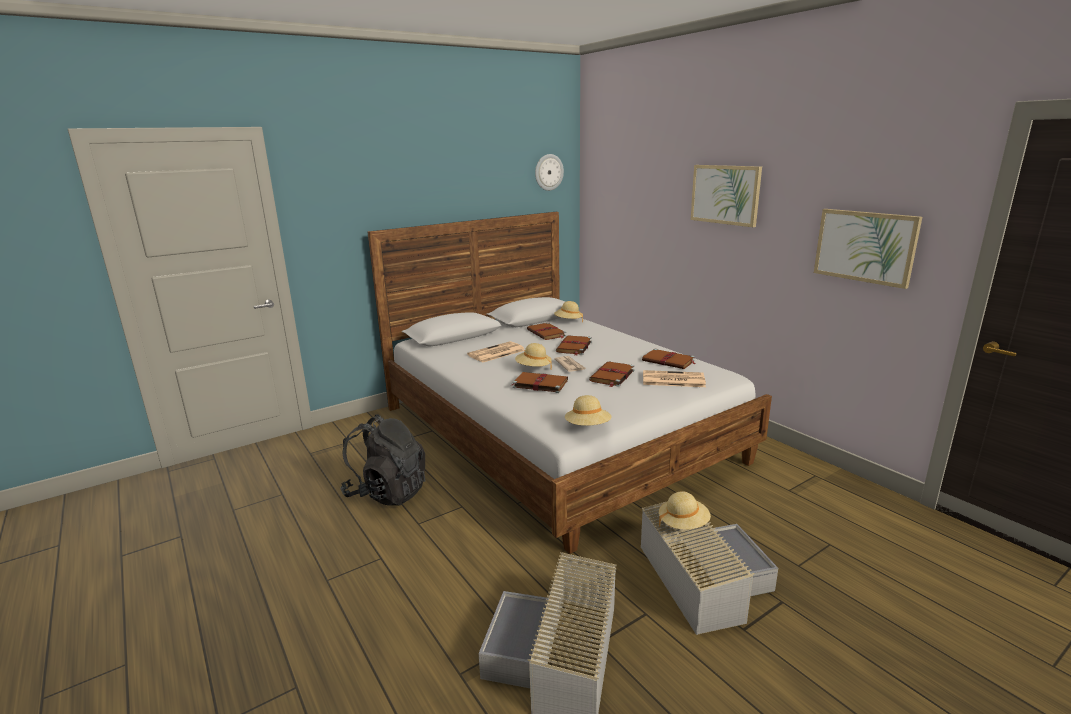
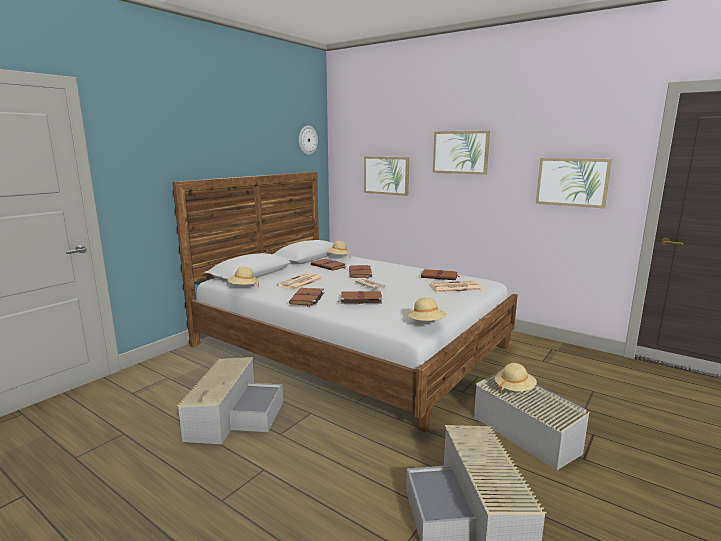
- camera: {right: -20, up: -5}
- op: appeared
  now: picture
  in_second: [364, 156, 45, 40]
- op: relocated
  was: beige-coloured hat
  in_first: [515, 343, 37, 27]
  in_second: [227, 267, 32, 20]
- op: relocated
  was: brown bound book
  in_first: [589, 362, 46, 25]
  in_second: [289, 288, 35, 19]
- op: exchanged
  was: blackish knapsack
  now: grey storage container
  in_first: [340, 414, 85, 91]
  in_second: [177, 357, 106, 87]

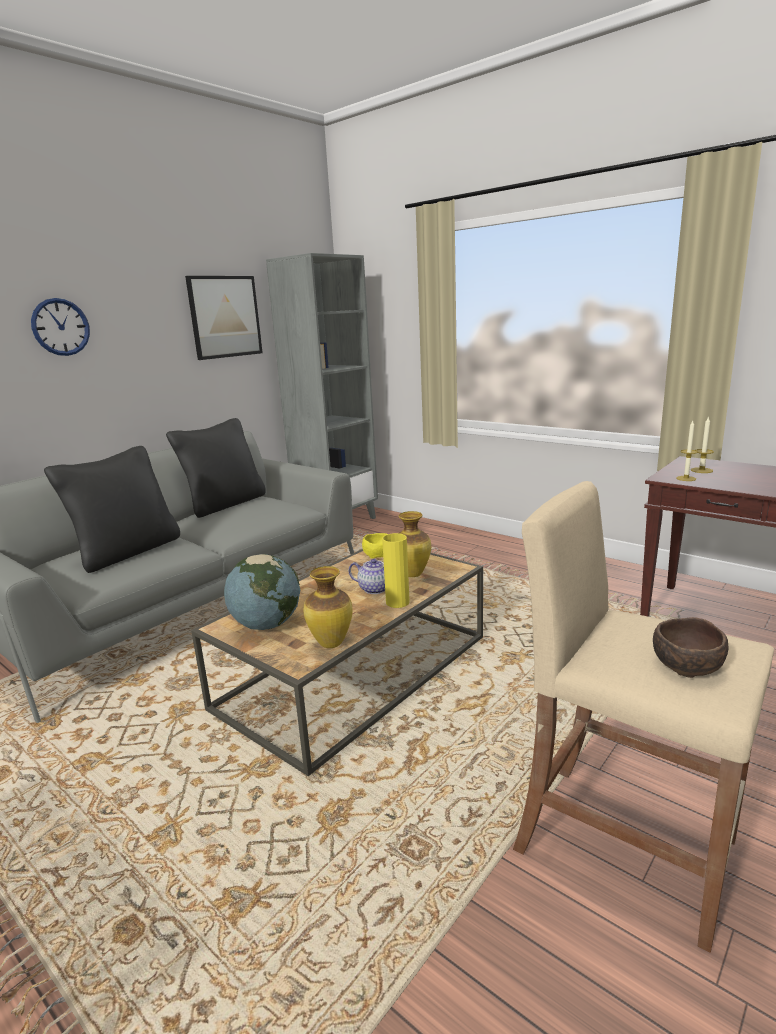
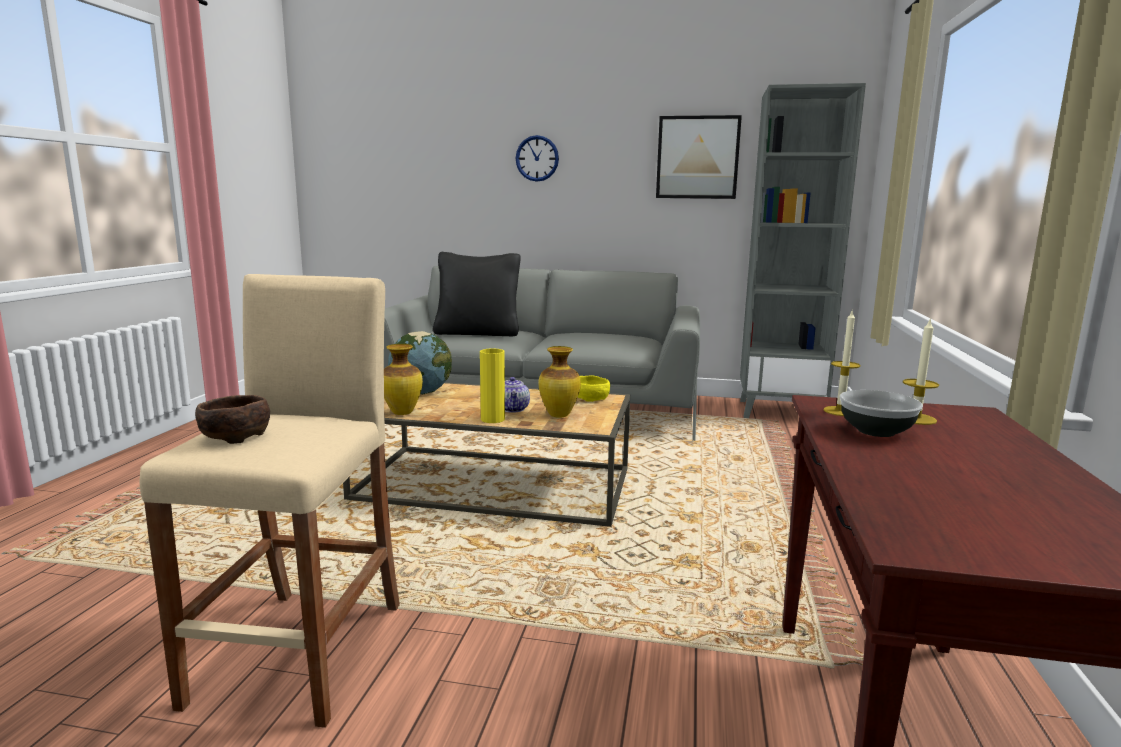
- camera: {right: 60, up: -5}
- op: missing
  was: blackish cushion
  in_first: [166, 418, 100, 100]
- op: appeared
  now: bowl
  in_second: [840, 390, 83, 47]

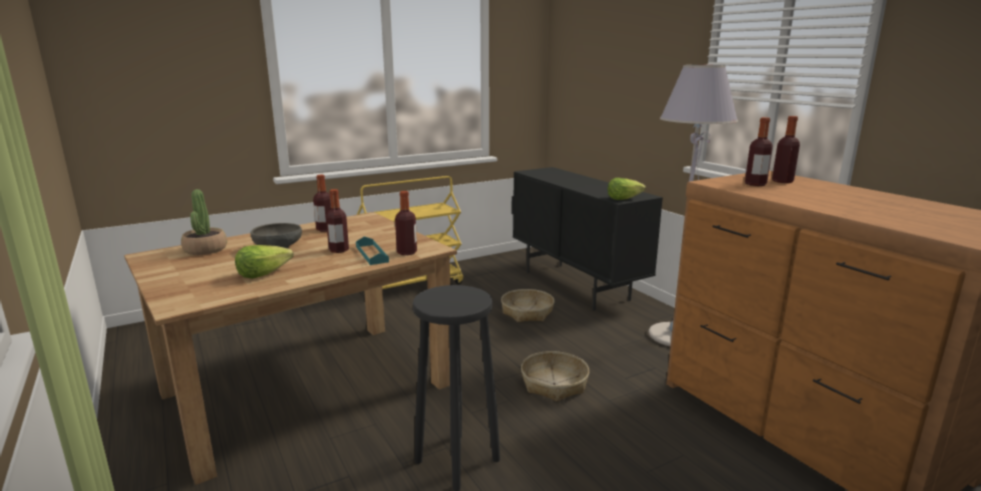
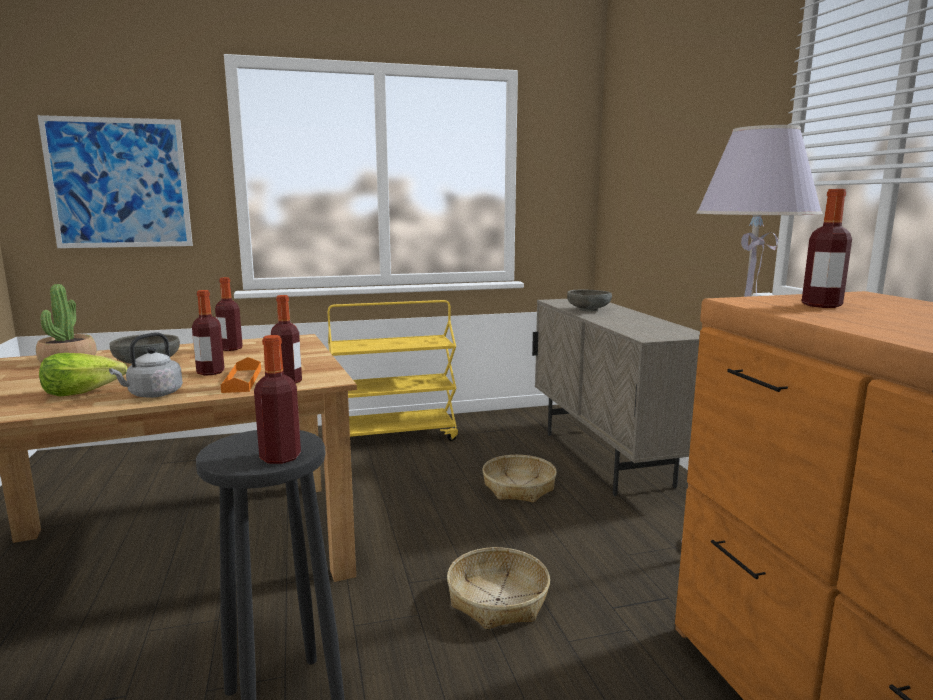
- camera: {right: 15, up: -5}
- op: missing
  was: lettuce head
  in_first: [608, 178, 38, 22]
- op: appeared
  now: picture
  in_second: [38, 115, 155, 133]
- op: appeared
  now: grey tea kettle
  in_second: [109, 332, 74, 66]
- op: appeared
  now: grey bowl
  in_second: [567, 290, 45, 22]
- op: relocated
  was: beverage bottle
  in_first: [772, 116, 28, 67]
  in_second: [254, 335, 47, 129]
- op: colour
  was: turquoise-coloured carrying tray
  now: orange-coloured carrying tray
  in_first: [356, 236, 33, 29]
  in_second: [221, 357, 40, 36]
- op: colour
  was: blackish cabinet
  now: beige-coloured cabinet
  in_first: [511, 167, 152, 144]
  in_second: [532, 299, 168, 197]

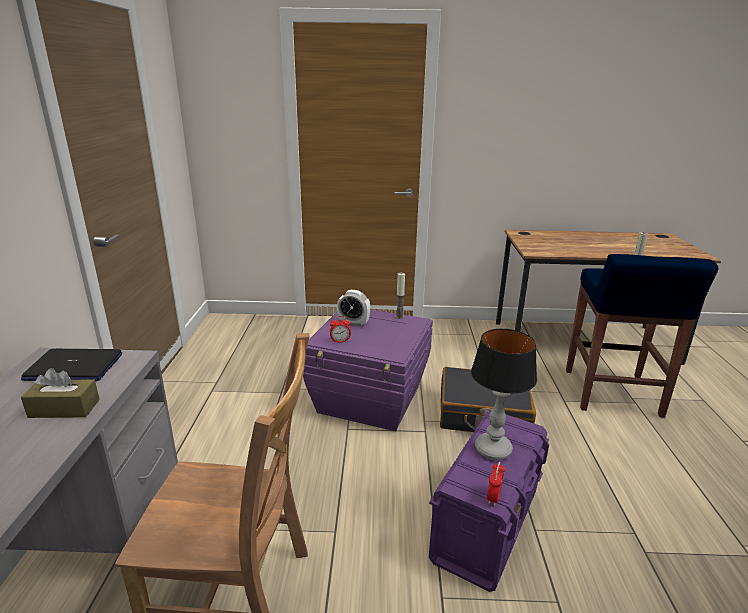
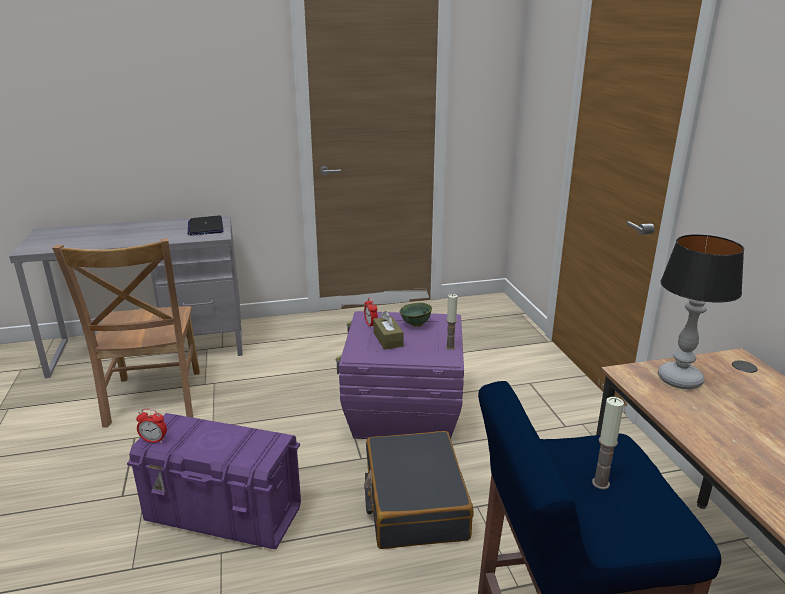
- camera: {right: 75, up: 0}
- op: relocated
  was: brown tissue holder
  in_first: [21, 368, 79, 50]
  in_second: [373, 311, 31, 39]
- op: relocated
  was: table lamp
  in_first: [471, 329, 66, 131]
  in_second: [658, 234, 87, 155]
- op: exchanged
  was: table clock
  now: green bowl
  in_first: [337, 290, 33, 37]
  in_second: [400, 303, 32, 24]

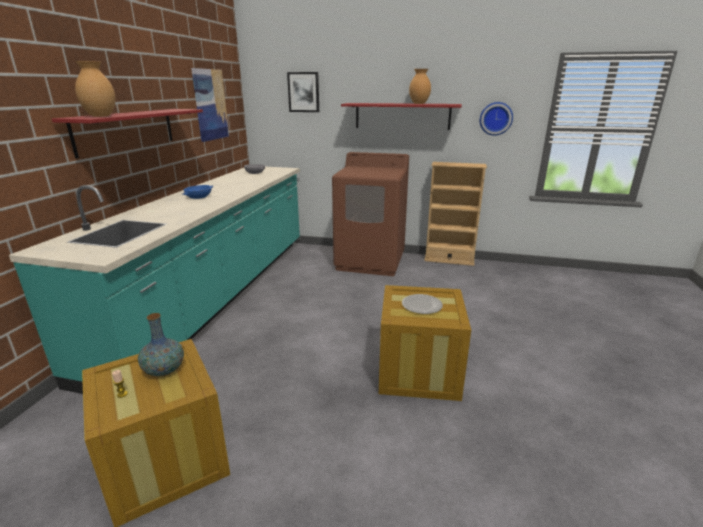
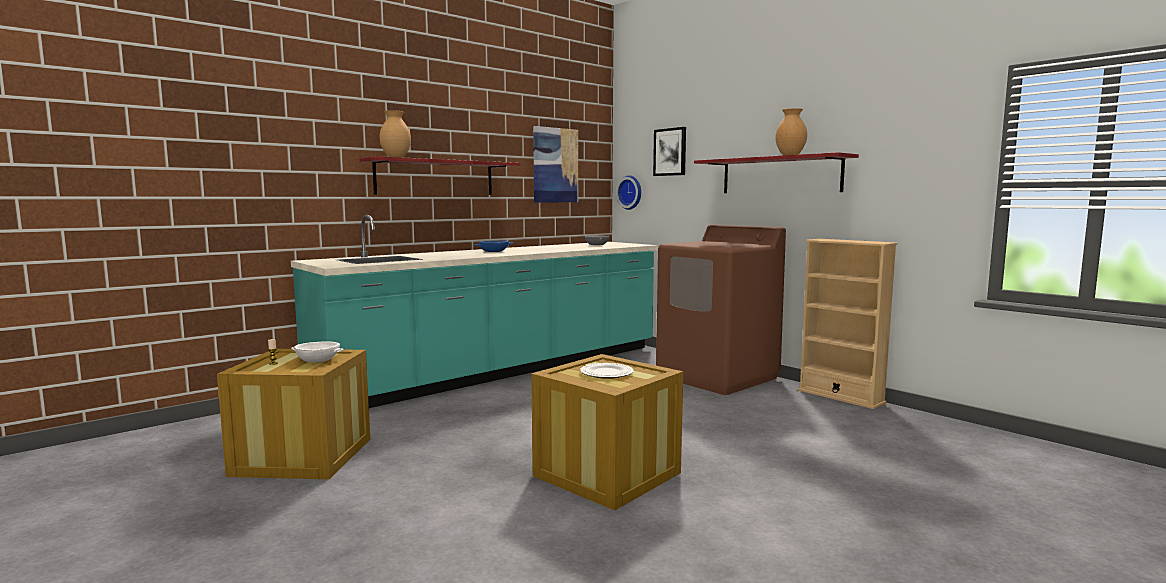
- camera: {right: 35, up: -15}
- op: relocated
  was: clock on the wall
  in_first: [480, 102, 33, 34]
  in_second: [616, 175, 25, 35]
- op: exchanged
  was: vase
  now: white-coloured bowl
  in_first: [138, 313, 46, 63]
  in_second: [291, 341, 53, 22]

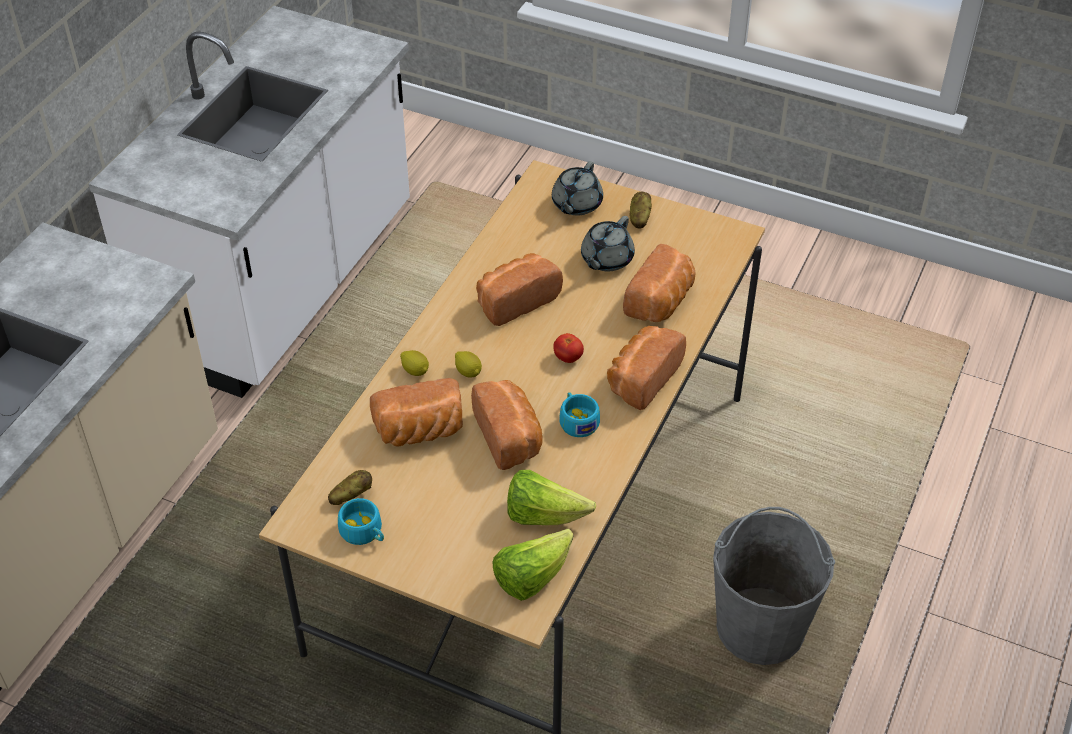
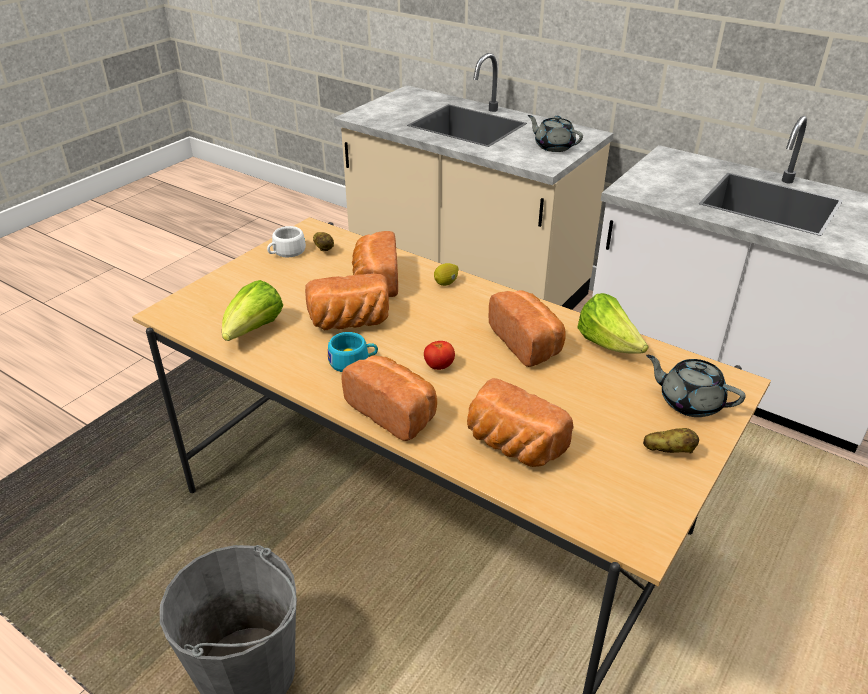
- camera: {right: 100, up: -10}
- op: missing
  was: whole lemon
  in_first: [455, 351, 27, 27]
- op: relocated
  was: lettuce head
  in_first: [492, 529, 81, 72]
  in_second: [577, 293, 72, 61]
- op: relocated
  was: grey teapot
  in_first: [581, 216, 54, 56]
  in_second: [528, 115, 55, 37]
- op: colour
  was: turquoise-coloured drinking cup
  now: white-coloured drinking cup
  in_first: [338, 498, 46, 47]
  in_second: [267, 226, 39, 31]

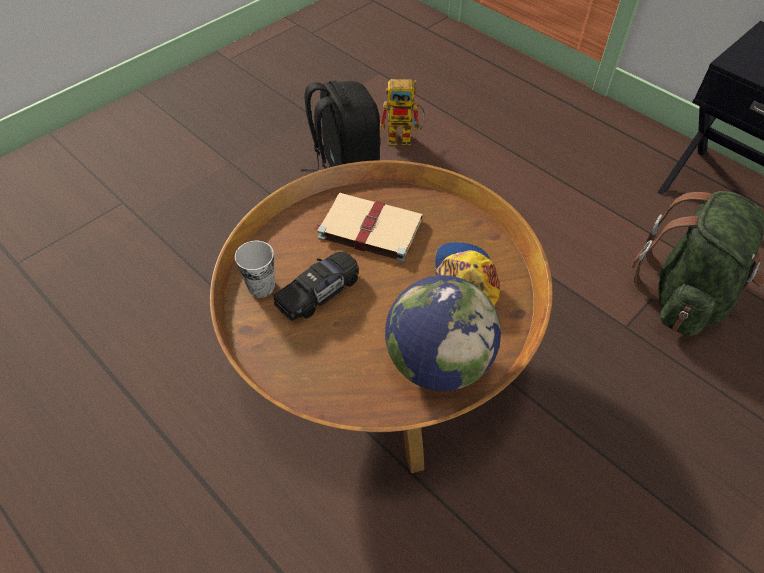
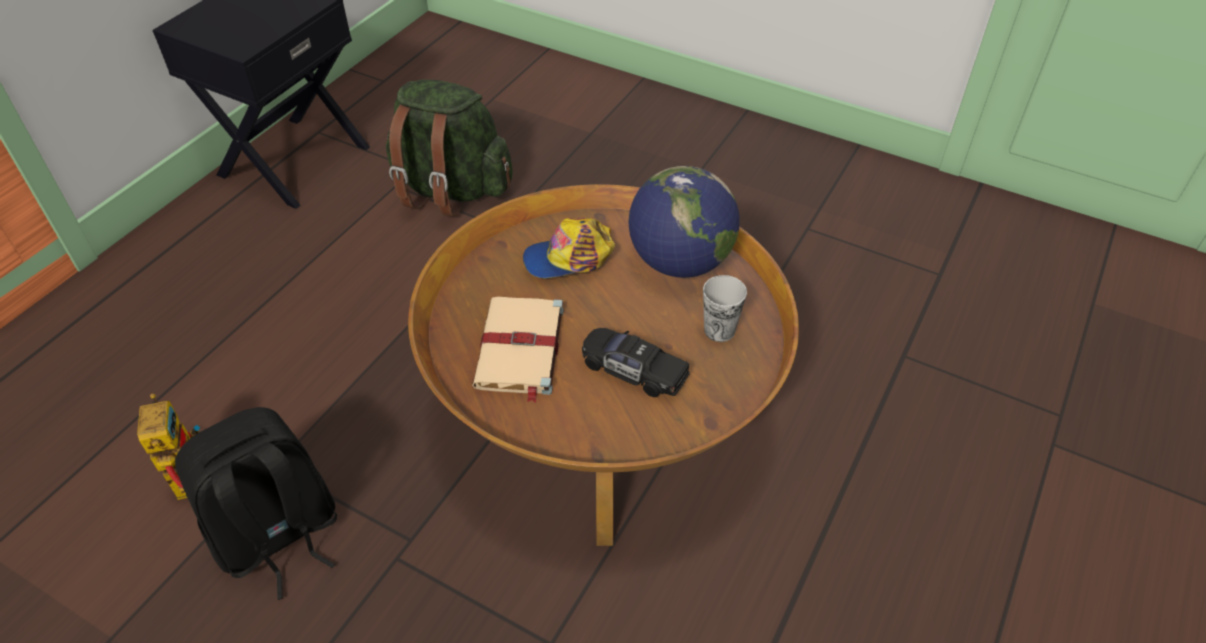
- camera: {right: -105, up: -5}
- op: relocated
  was: drinking cup
  in_first: [235, 241, 40, 57]
  in_second: [703, 275, 44, 67]

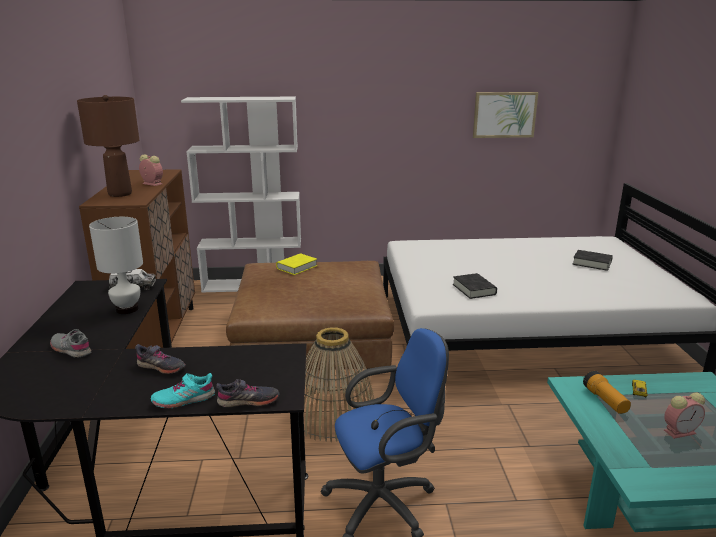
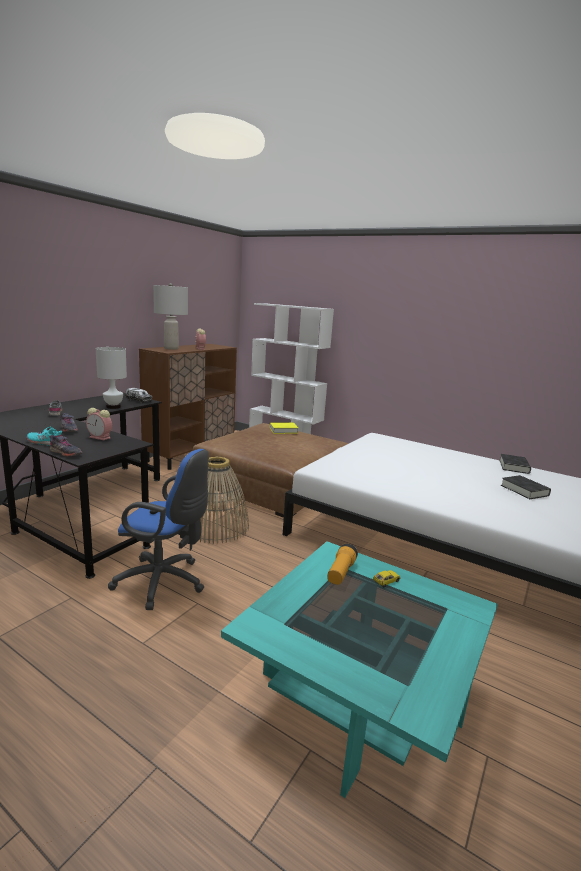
- camera: {right: 35, up: -5}
- op: missing
  was: picture
  in_first: [473, 92, 65, 46]
- op: relocated
  was: blackish bound book
  in_first: [453, 273, 44, 26]
  in_second: [499, 454, 32, 20]
- op: relocated
  was: table clock
  in_first: [664, 393, 41, 46]
  in_second: [86, 408, 26, 32]
- op: colour
  was: brown table lamp
  now: grey table lamp
  in_first: [77, 95, 62, 102]
  in_second: [153, 283, 35, 67]

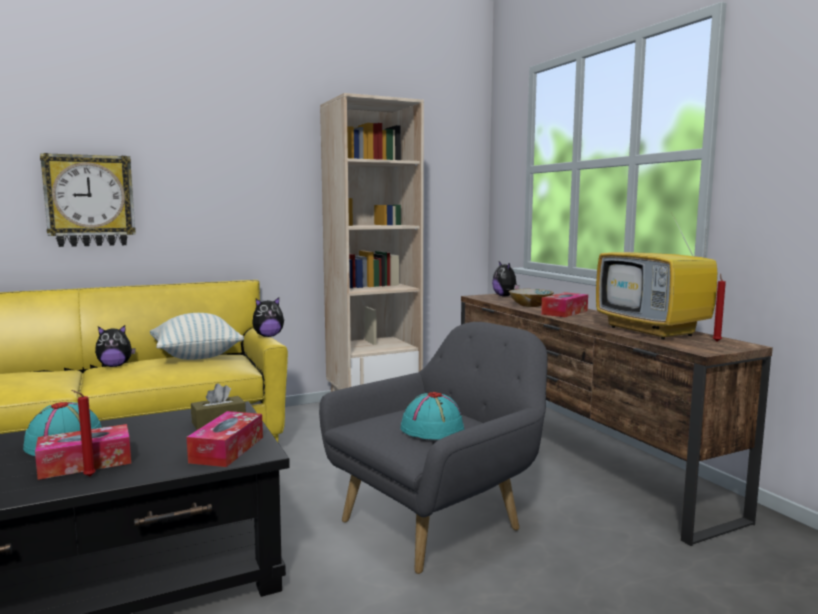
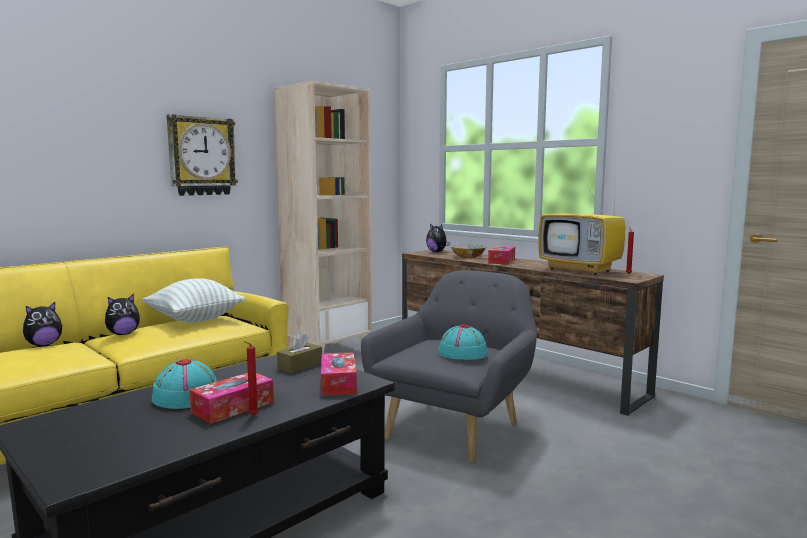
- camera: {right: -20, up: 0}
- op: relocated
  was: clock on the wall
  in_first: [40, 153, 96, 94]
  in_second: [167, 114, 71, 82]
- op: relocated
  was: soft toy
  in_first: [252, 297, 32, 40]
  in_second: [23, 302, 40, 44]

